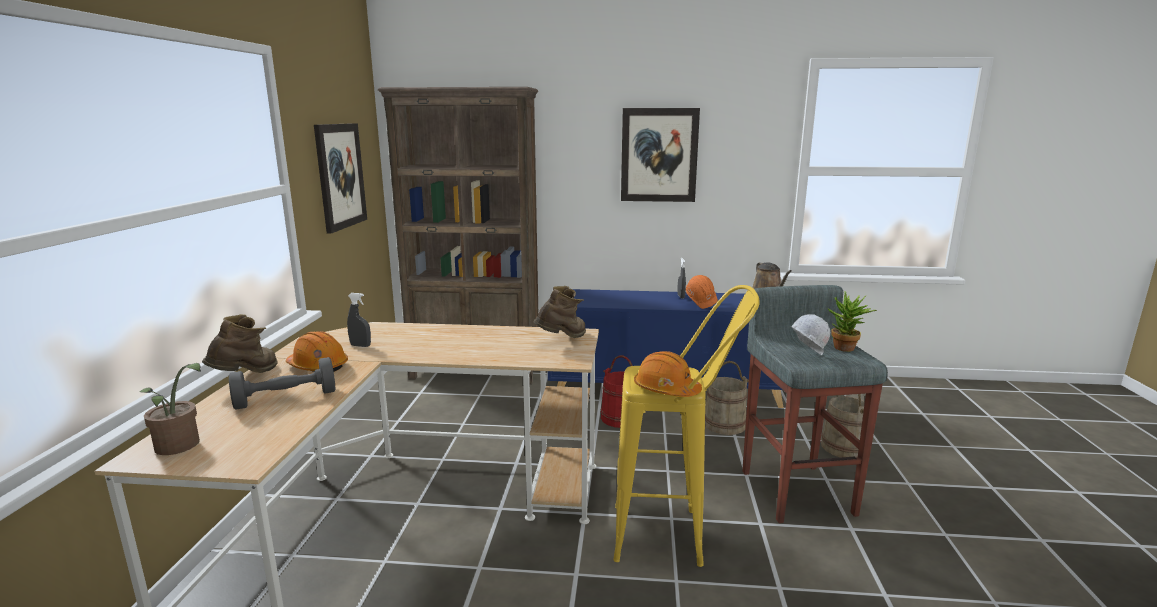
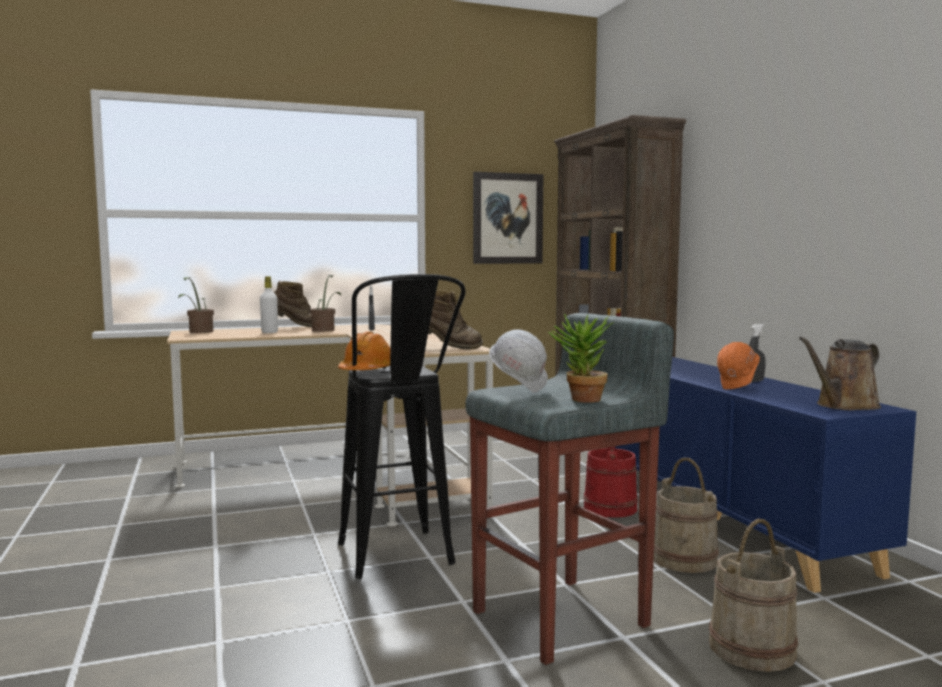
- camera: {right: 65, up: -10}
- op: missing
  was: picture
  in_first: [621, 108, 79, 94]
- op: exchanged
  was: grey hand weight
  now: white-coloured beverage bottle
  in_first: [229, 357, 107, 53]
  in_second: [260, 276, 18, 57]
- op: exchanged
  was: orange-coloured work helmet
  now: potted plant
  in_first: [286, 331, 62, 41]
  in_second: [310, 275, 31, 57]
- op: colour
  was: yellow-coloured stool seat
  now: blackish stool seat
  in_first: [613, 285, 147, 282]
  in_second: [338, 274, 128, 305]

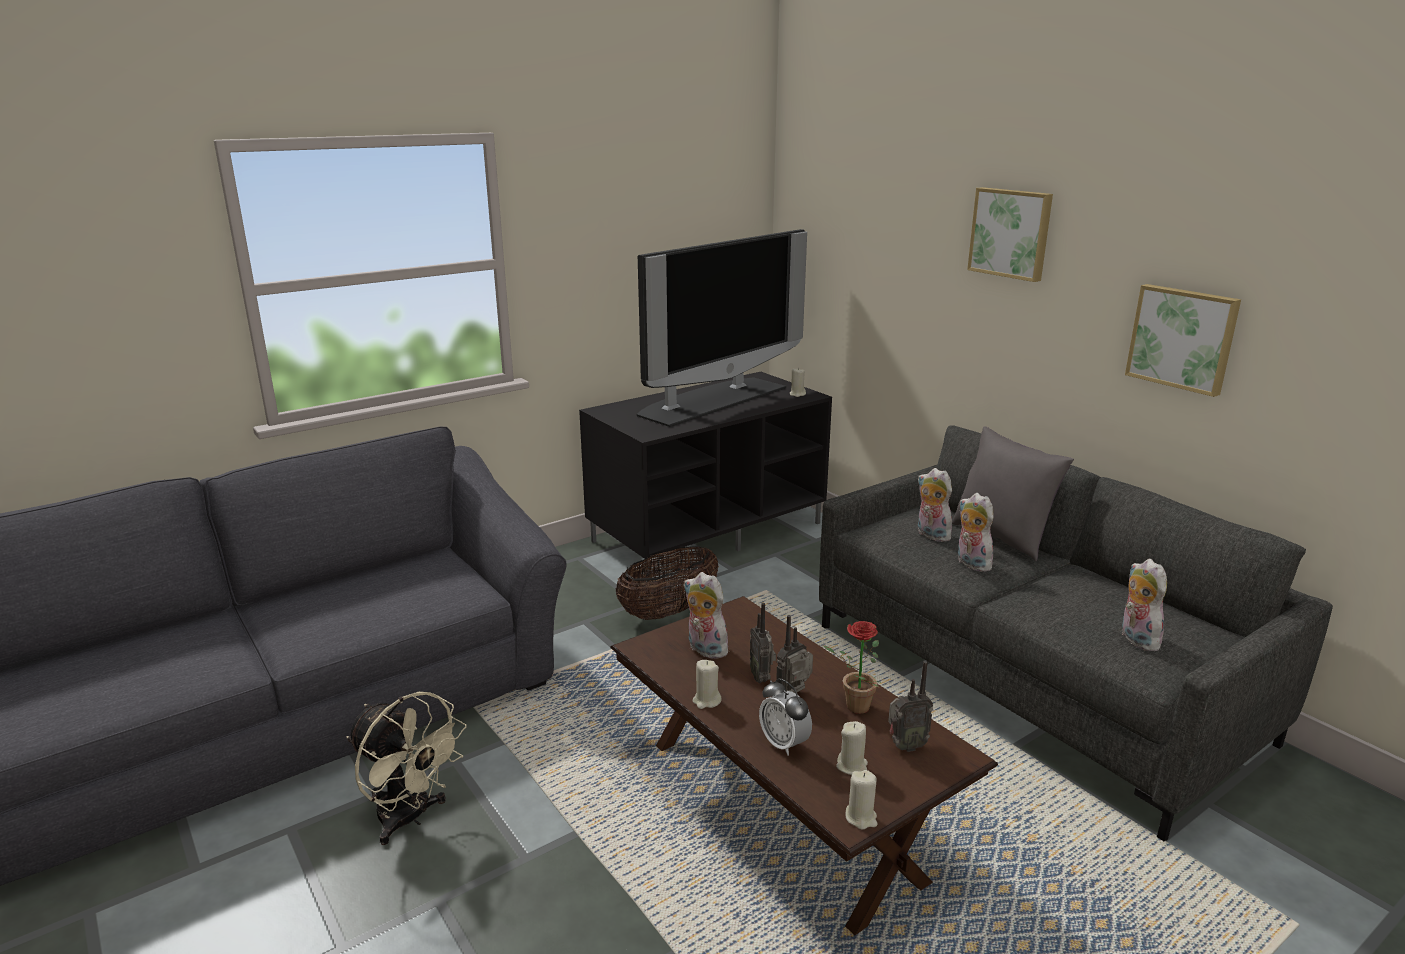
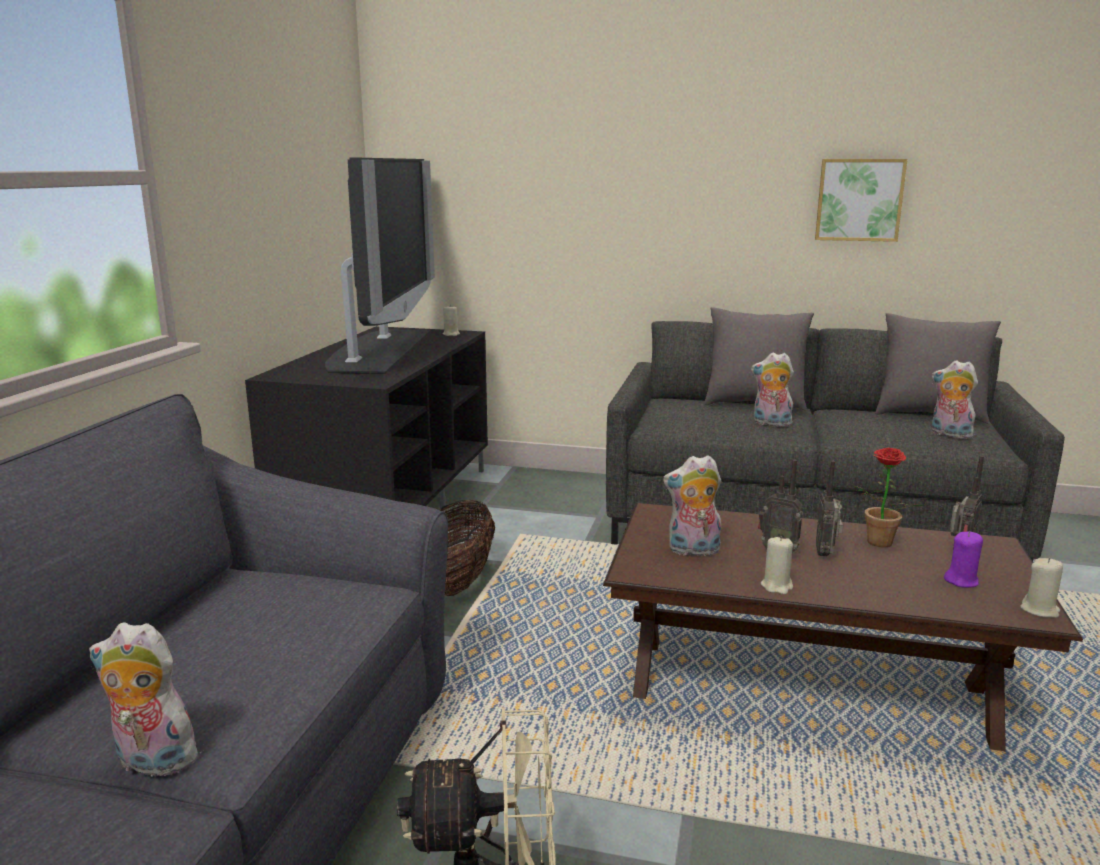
- camera: {right: -40, up: -5}
- op: missing
  was: table clock
  in_first: [759, 678, 53, 78]
- op: missing
  was: picture
  in_first: [967, 187, 86, 95]
- op: appeared
  now: grey cushion
  in_second: [875, 313, 126, 111]
- op: relocated
  was: soft toy
  in_first: [917, 468, 35, 74]
  in_second: [89, 622, 112, 154]
- op: colour
  was: beige-coloured candle
  now: purplish candle
  in_first: [836, 721, 32, 54]
  in_second: [944, 531, 39, 57]

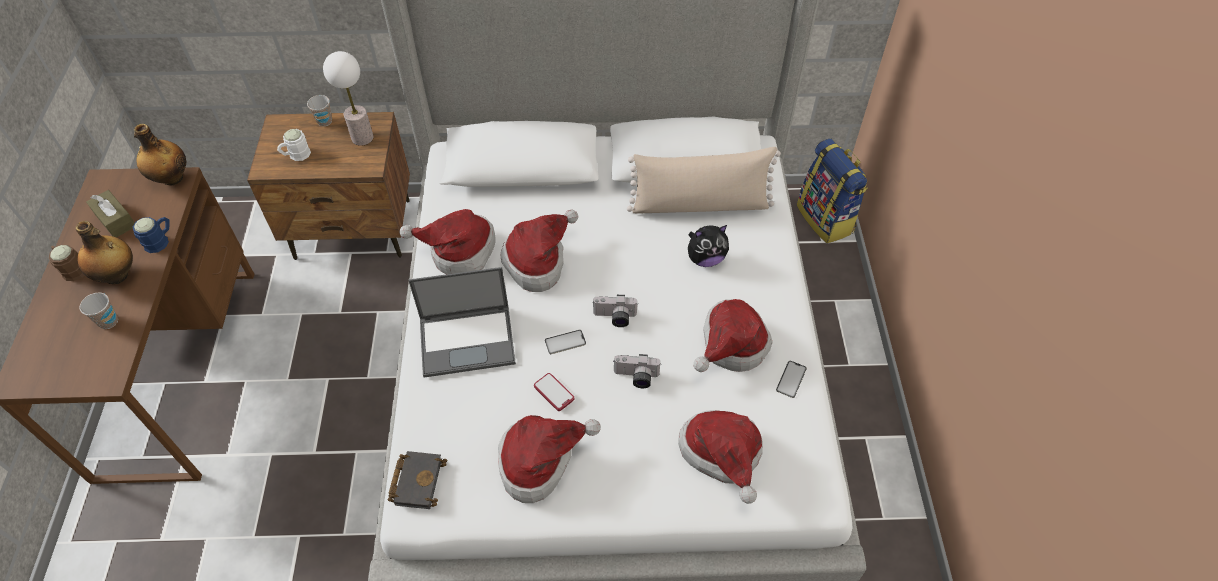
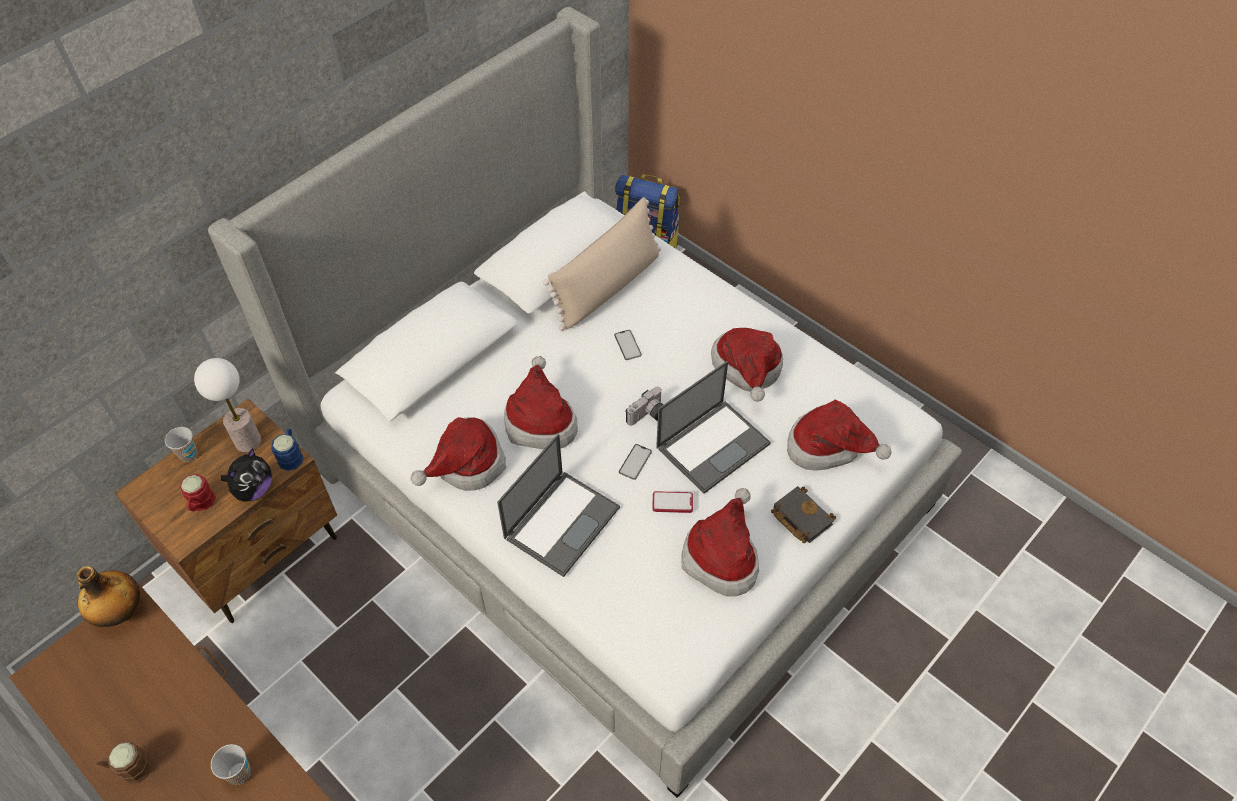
- camera: {right: -45, up: 0}
- op: missing
  was: beverage bottle
  in_first: [76, 221, 57, 63]
- op: missing
  was: brown tissue holder
  in_first: [86, 190, 49, 47]
- op: relocated
  was: blue tea mug
  in_first: [133, 217, 37, 36]
  in_second: [271, 429, 32, 42]
- op: relocated
  was: blackish bound book
  in_first: [388, 451, 59, 58]
  in_second: [771, 486, 65, 57]
- op: relocated
  was: soft toy
  in_first: [688, 225, 41, 42]
  in_second: [221, 448, 51, 54]
- op: relocated
  was: phone
  in_first: [776, 361, 31, 37]
  in_second: [614, 330, 28, 30]
- op: exchanged
  was: photo camera
  now: laptop
  in_first: [613, 354, 48, 34]
  in_second: [656, 361, 115, 133]
- op: colour
  was: white-coloured tea mug
  now: red-coloured tea mug
  in_first: [277, 129, 34, 32]
  in_second: [180, 474, 36, 37]

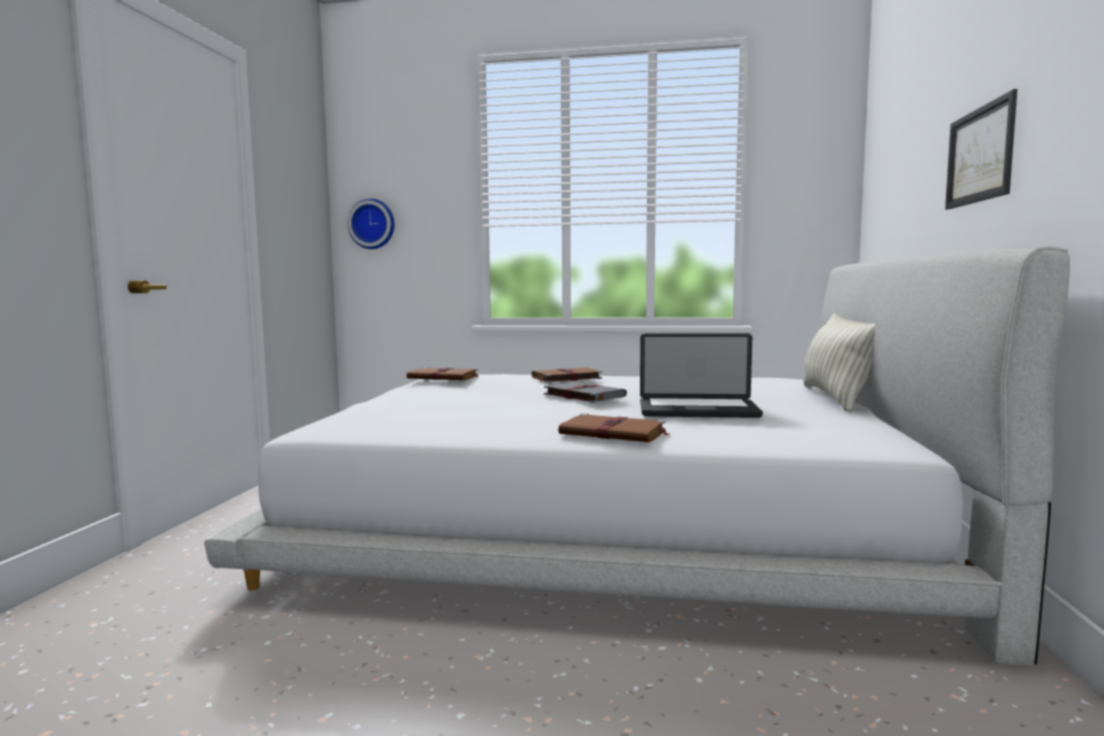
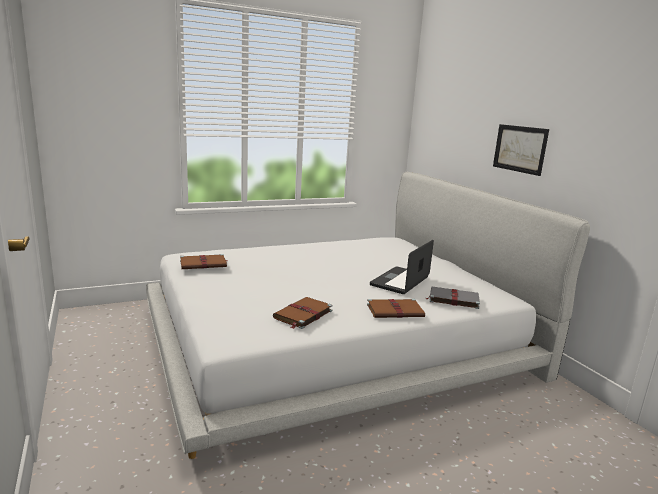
- camera: {right: -35, up: 10}
- op: missing
  was: clock on the wall
  in_first: [348, 198, 47, 51]
- op: missing
  was: cushion
  in_first: [803, 314, 73, 98]
- op: relocated
  was: brown bound book
  in_first: [532, 368, 70, 15]
  in_second: [273, 297, 60, 32]
- op: relocated
  was: grey bound book
  in_first: [544, 382, 83, 21]
  in_second: [426, 286, 54, 23]
- op: spun
  was: laptop
  in_first: [640, 333, 123, 85]
  in_second: [370, 240, 64, 54]
  clockwise: 150

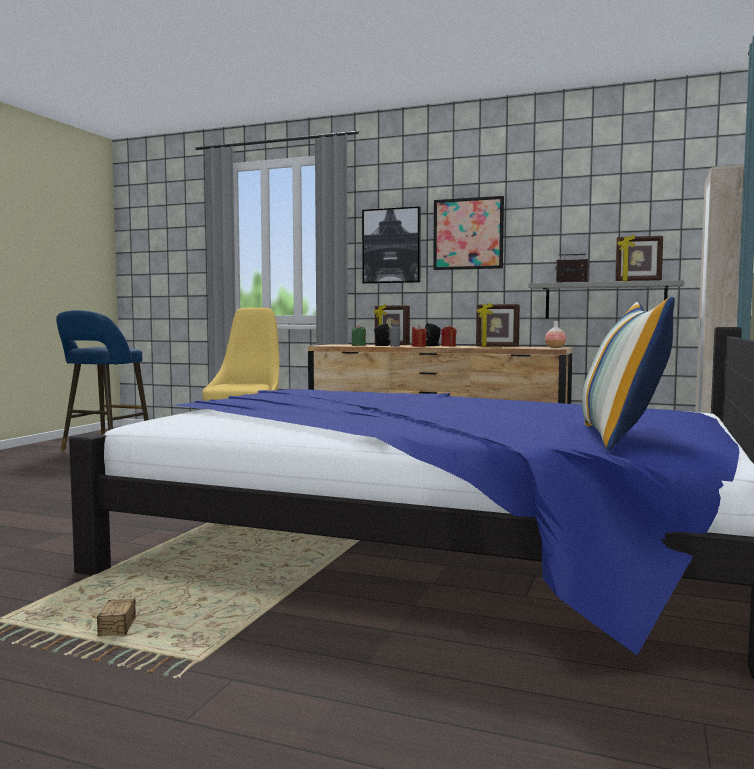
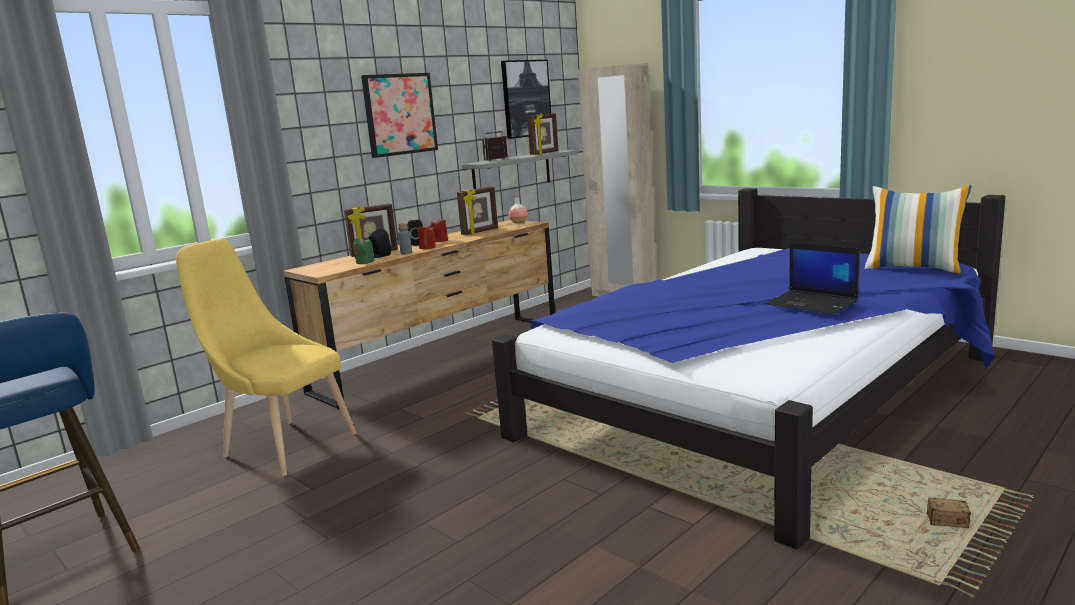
- camera: {right: -65, up: 10}
- op: appeared
  now: laptop
  in_second: [765, 243, 95, 71]
- op: relocated
  was: picture
  in_first: [362, 207, 59, 77]
  in_second: [501, 60, 50, 79]

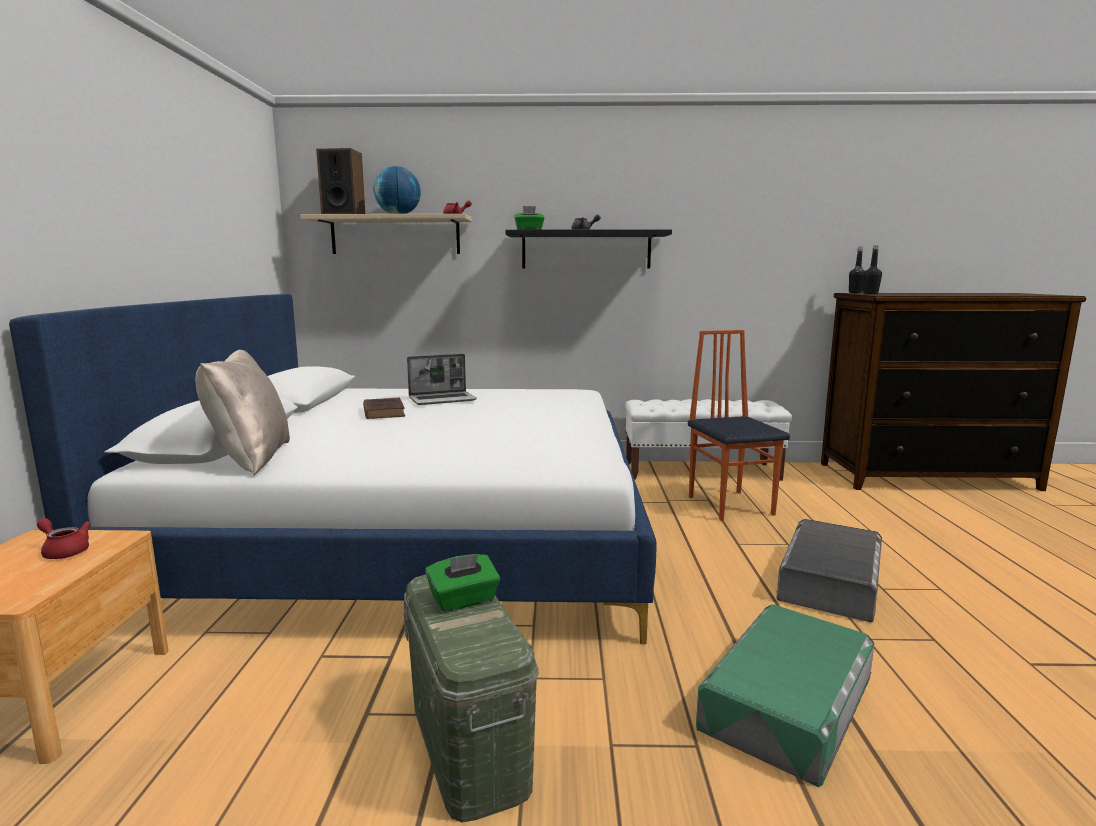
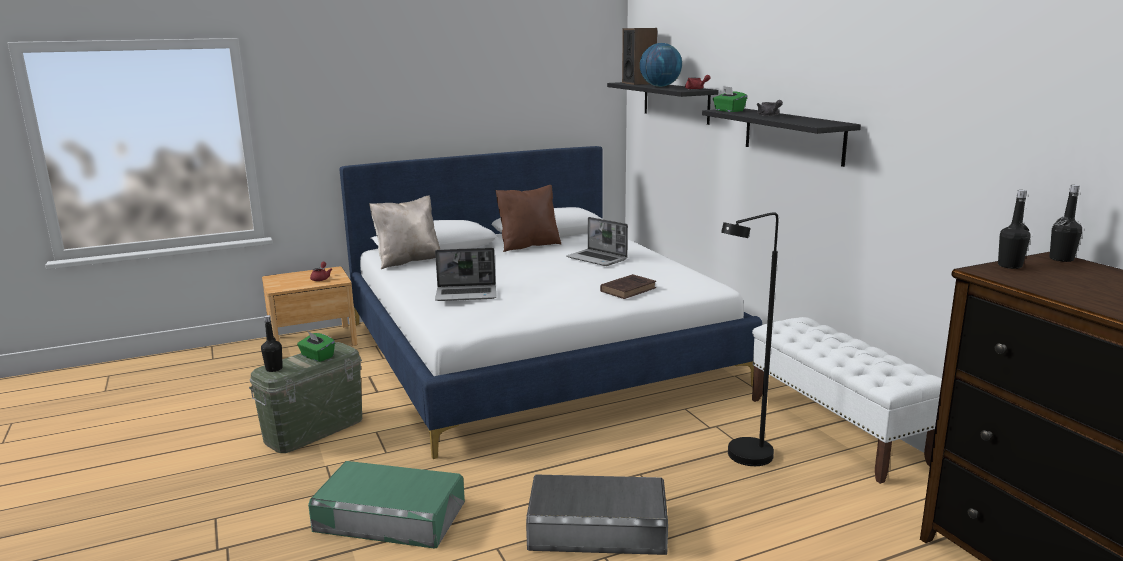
- camera: {right: 65, up: 5}
- op: appeared
  now: blackish beverage bottle
  in_second: [261, 315, 22, 57]
- op: appeared
  now: laptop
  in_second: [435, 248, 61, 53]
- op: appeared
  now: brown cushion
  in_second: [496, 185, 65, 67]
- op: relocated
  was: brown bound book
  in_first: [363, 398, 42, 21]
  in_second: [600, 274, 56, 25]
- op: exchanged
  was: chair
  now: blackish standing lamp
  in_first: [688, 330, 102, 191]
  in_second: [721, 212, 57, 254]
- op: colour
  was: beige-coloured shelf
  now: blackish shelf
  in_first: [300, 214, 172, 40]
  in_second: [607, 82, 111, 43]

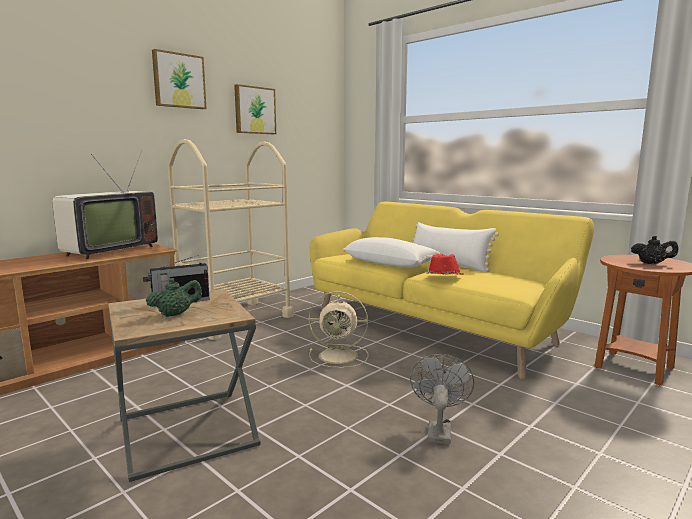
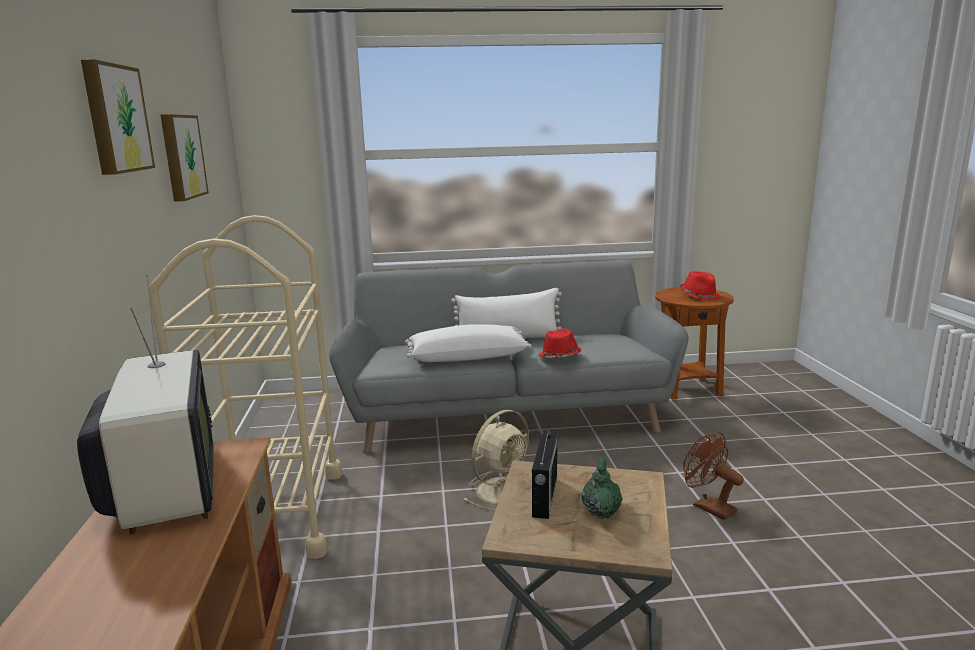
- camera: {right: -50, up: 5}
- op: exchanged
  was: blackish teapot
  now: red-coloured hat
  in_first: [631, 236, 47, 28]
  in_second: [680, 271, 40, 29]
- op: colour
  was: yellow-coloured couch
  now: grey couch
  in_first: [309, 202, 285, 177]
  in_second: [329, 261, 360, 193]
- op: colour
  was: grey electric fan
  now: brown electric fan
  in_first: [410, 354, 64, 90]
  in_second: [683, 432, 61, 88]

